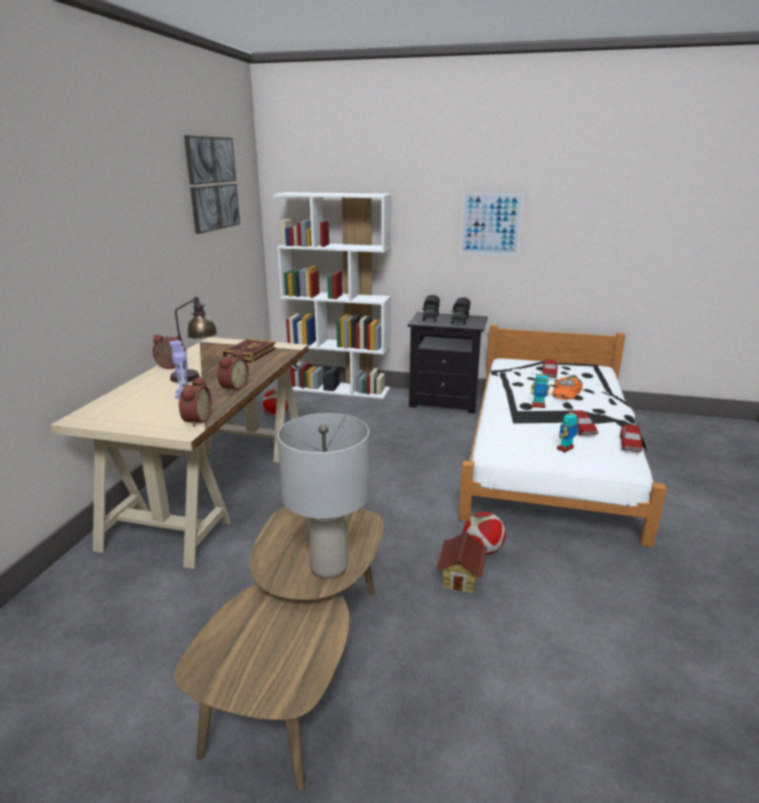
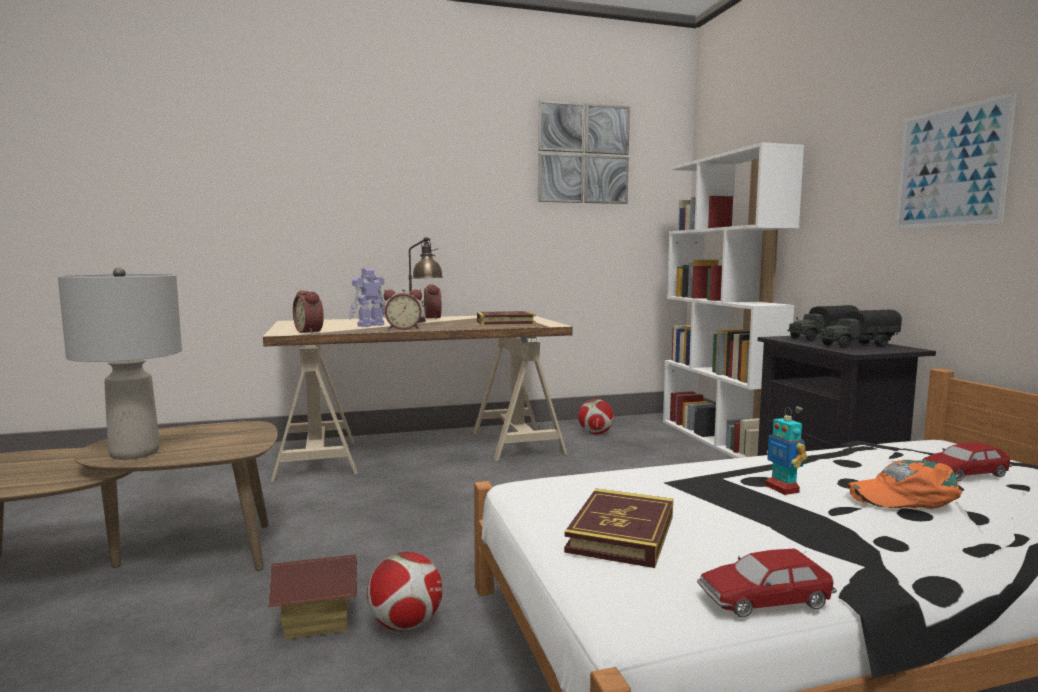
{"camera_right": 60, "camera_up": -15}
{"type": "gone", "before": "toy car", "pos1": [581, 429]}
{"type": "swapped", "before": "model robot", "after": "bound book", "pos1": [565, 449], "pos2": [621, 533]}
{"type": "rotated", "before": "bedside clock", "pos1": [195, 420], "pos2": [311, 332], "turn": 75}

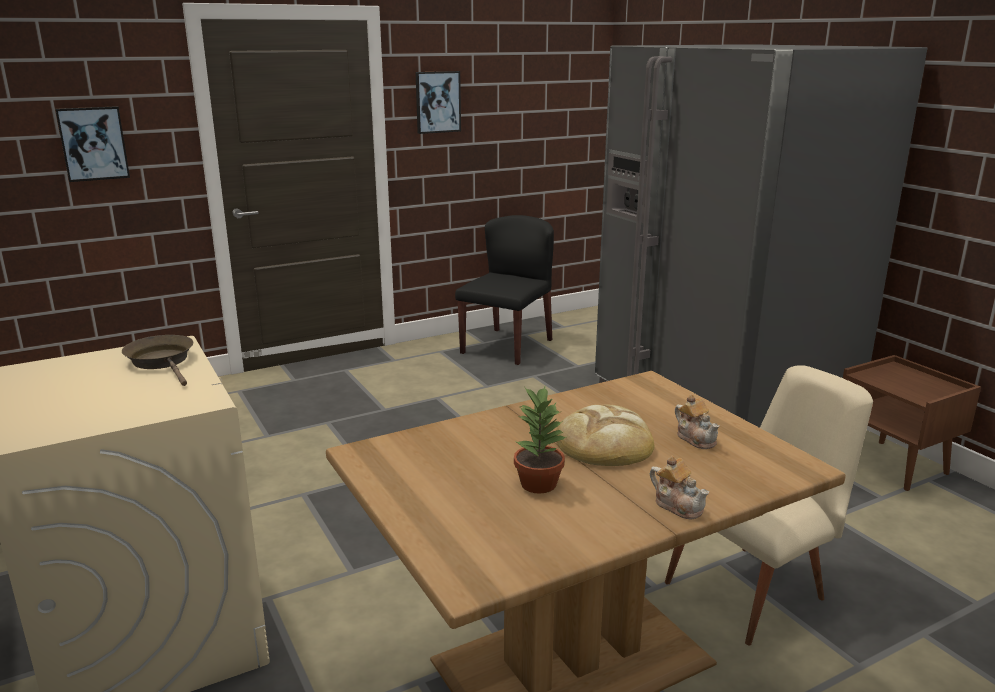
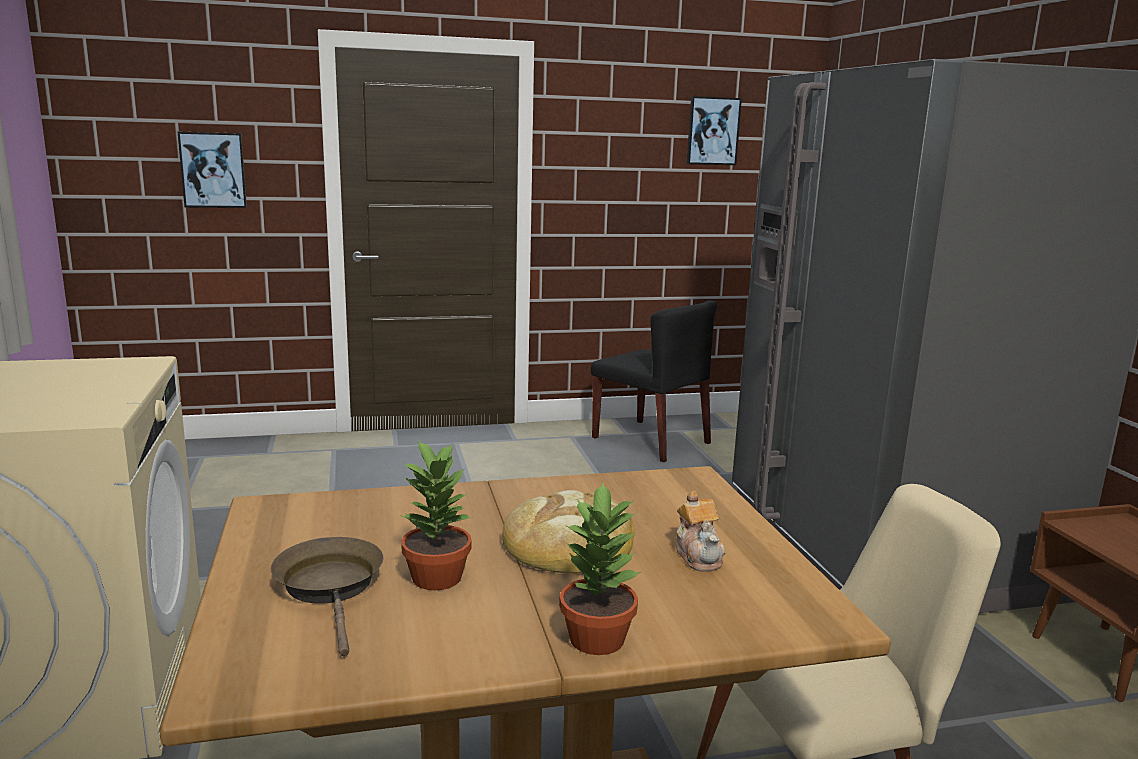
{"camera_right": 15, "camera_up": -5}
{"type": "shifted", "before": "brownish frying pan", "pos1": [162, 361], "pos2": [331, 588]}
{"type": "shifted", "before": "wall art", "pos1": [437, 102], "pos2": [713, 131]}
{"type": "swapped", "before": "pot for tea", "after": "plant in a pot", "pos1": [678, 505], "pos2": [598, 638]}
{"type": "rotated", "before": "black upright chair", "pos1": [507, 346], "pos2": [652, 440], "turn": 90}

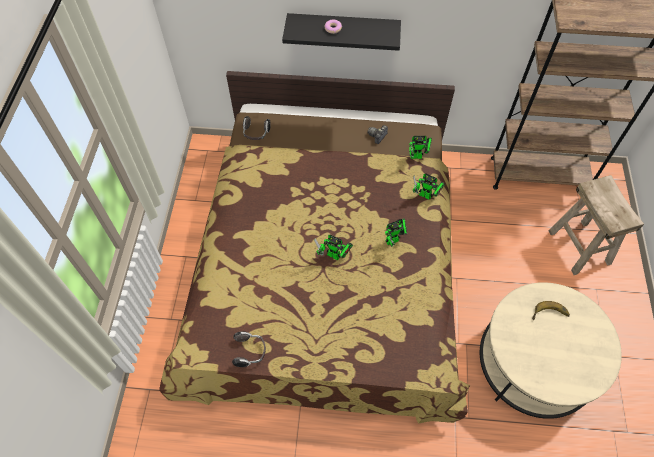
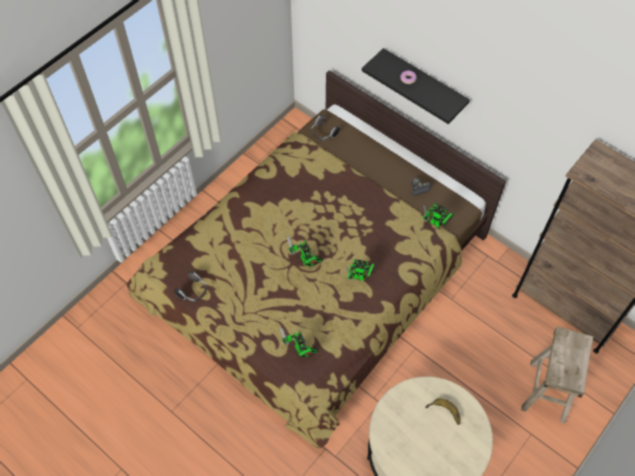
{"camera_right": 35, "camera_up": 0}
{"type": "shifted", "before": "model robot", "pos1": [427, 196], "pos2": [301, 352]}

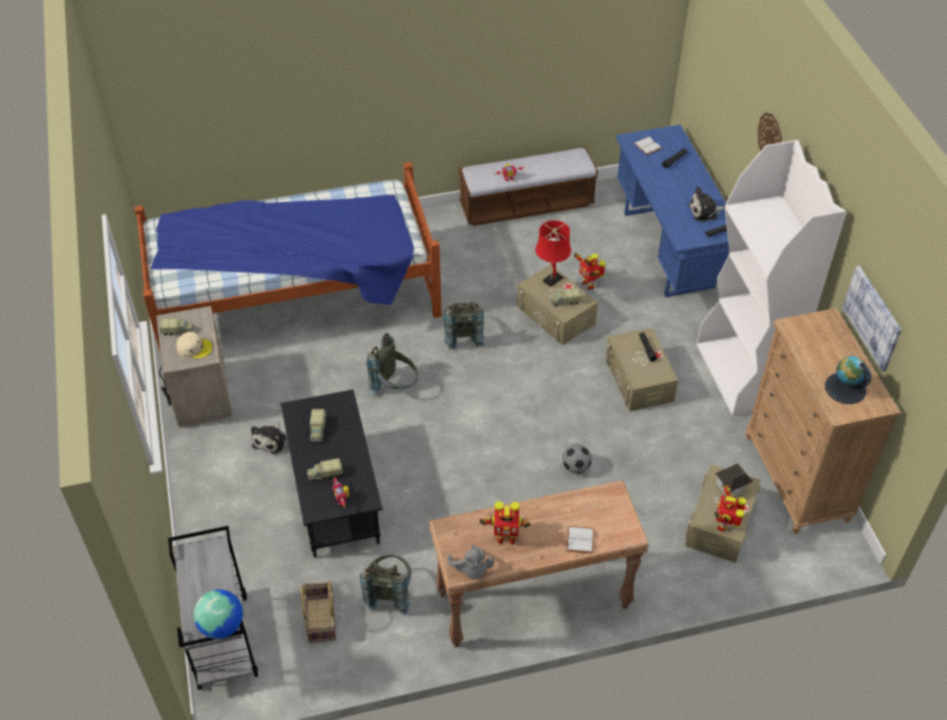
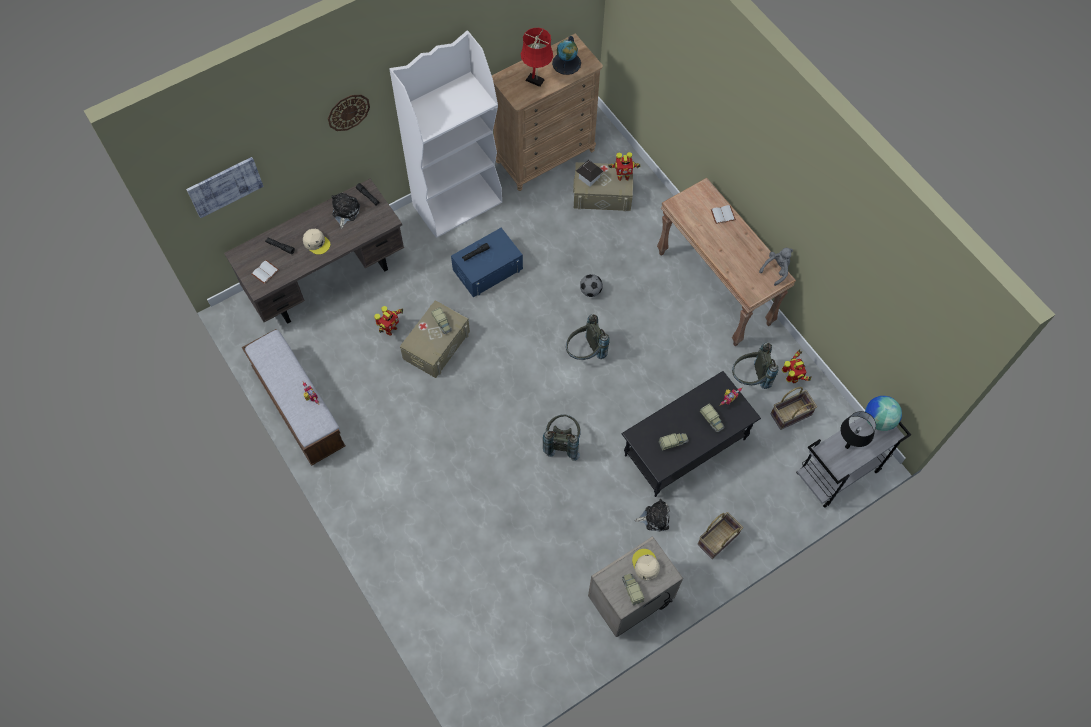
{"camera_right": -110, "camera_up": 15}
{"type": "gone", "before": "sleeping bed", "pos1": [296, 298]}
{"type": "new", "after": "beige-coloured cap", "pos2": [316, 243]}
{"type": "new", "after": "basket", "pos2": [718, 540]}
{"type": "new", "after": "black table lamp", "pos2": [847, 447]}
{"type": "shifted", "before": "greyish knapsack", "pos1": [462, 336], "pos2": [585, 352]}
{"type": "shifted", "before": "model robot", "pos1": [505, 538], "pos2": [792, 378]}
{"type": "shifted", "before": "red table lamp", "pos1": [551, 280], "pos2": [536, 81]}
{"type": "shifted", "before": "wall art", "pos1": [873, 318], "pos2": [225, 186]}
{"type": "repainted", "before": "beige-coloured storage container", "after": "blue-coloured storage container", "pos1": [639, 380], "pos2": [487, 269]}
{"type": "repainted", "before": "blue-coloured desk unit", "after": "brownish desk unit", "pos1": [669, 250], "pos2": [327, 278]}
{"type": "rotated", "before": "soft toy", "pos1": [705, 211], "pos2": [345, 212], "turn": -135}

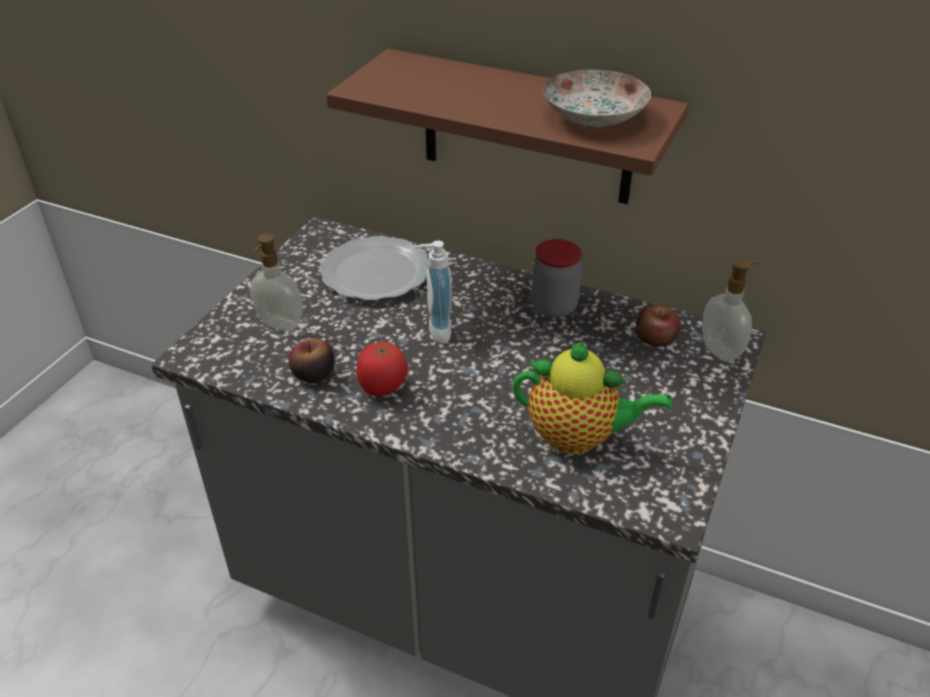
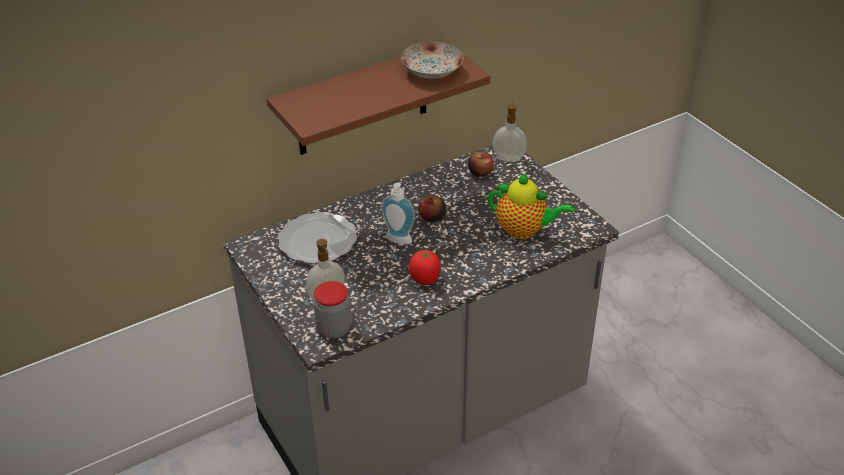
{"camera_right": -55, "camera_up": 0}
{"type": "shifted", "before": "apple fruit", "pos1": [313, 374], "pos2": [432, 217]}
{"type": "shifted", "before": "jar", "pos1": [554, 307], "pos2": [334, 329]}
{"type": "rotated", "before": "pot for tea", "pos1": [578, 437], "pos2": [524, 230], "turn": 60}

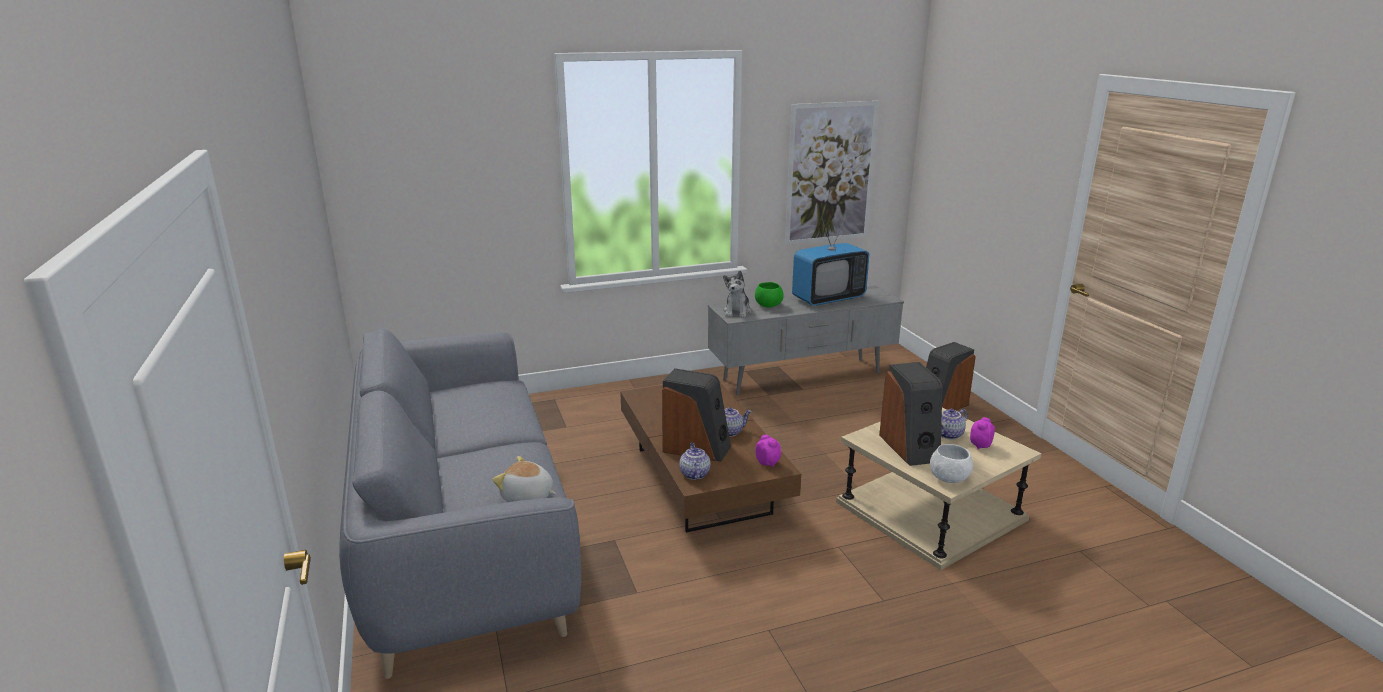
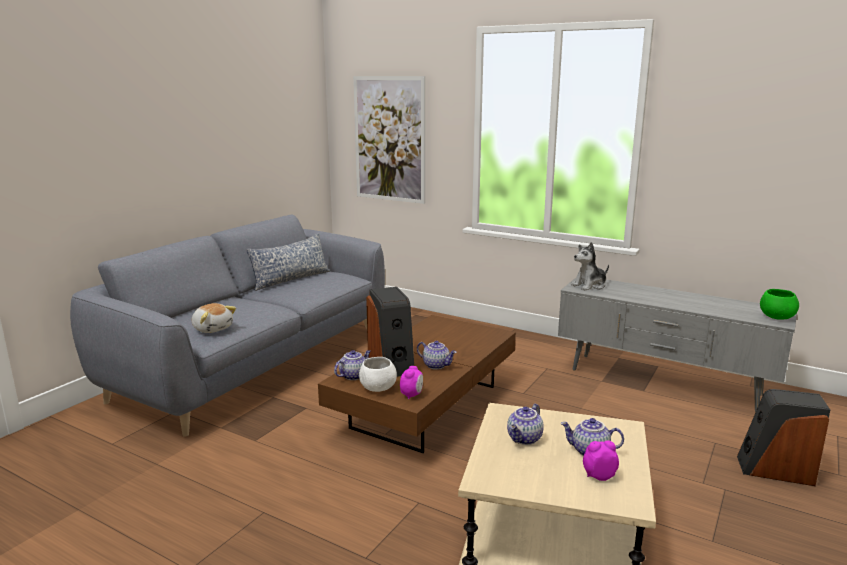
{"camera_right": 50, "camera_up": -5}
{"type": "gone", "before": "TV set", "pos1": [828, 299]}
{"type": "new", "after": "throw pillow", "pos2": [290, 279]}
{"type": "shifted", "before": "greenish bowl", "pos1": [768, 305], "pos2": [776, 317]}
{"type": "shifted", "before": "wall art", "pos1": [830, 173], "pos2": [389, 139]}
{"type": "shifted", "before": "whitish bowl", "pos1": [948, 478], "pos2": [377, 388]}
{"type": "swapped", "before": "speaker", "after": "pot for tea", "pos1": [910, 447], "pos2": [525, 439]}
{"type": "rotated", "before": "soft toy", "pos1": [527, 497], "pos2": [213, 328], "turn": 150}

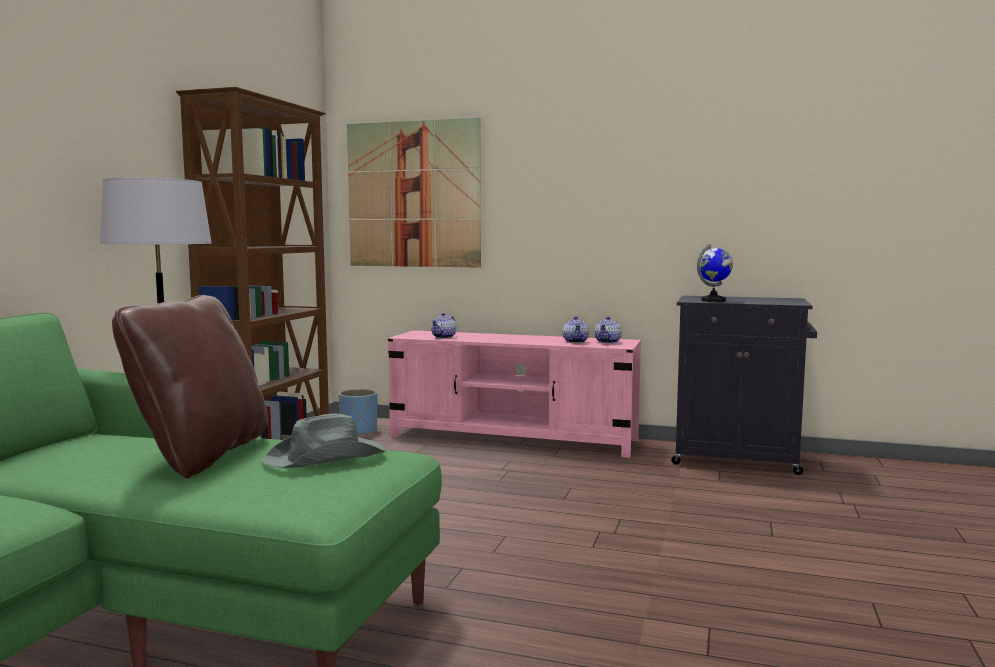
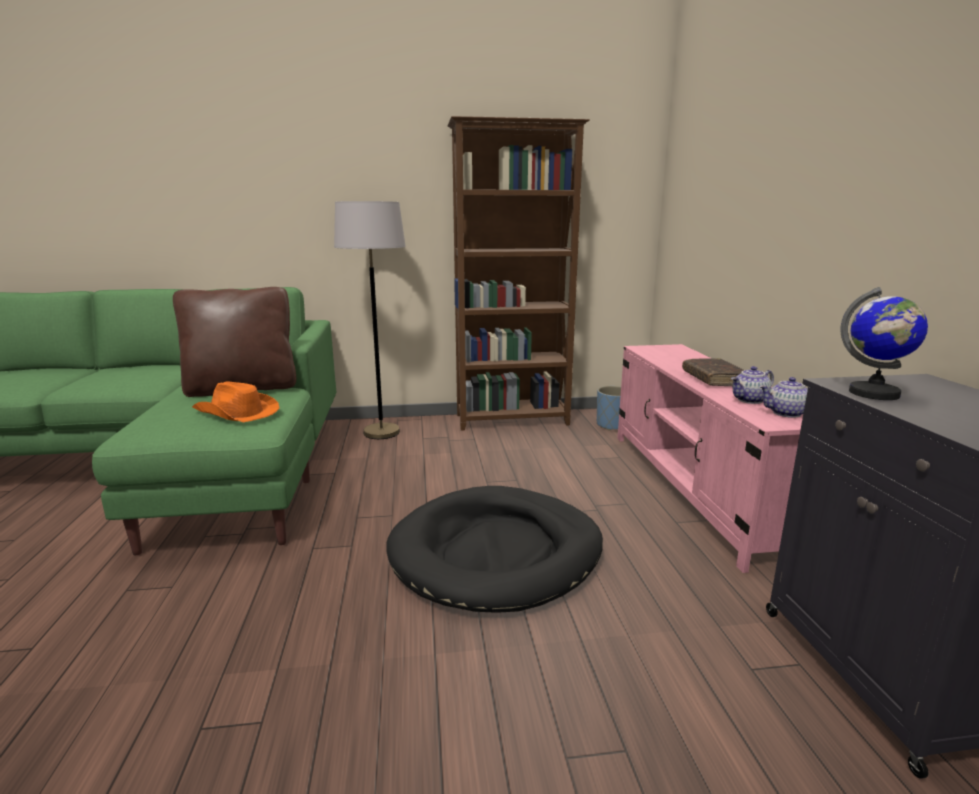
{"camera_right": 65, "camera_up": 10}
{"type": "gone", "before": "wall art", "pos1": [413, 194]}
{"type": "gone", "before": "pot for tea", "pos1": [444, 337]}
{"type": "new", "after": "black pet bed", "pos2": [497, 552]}
{"type": "new", "after": "brownish bound book", "pos2": [713, 379]}
{"type": "repainted", "before": "greyish hat", "after": "orangey hat", "pos1": [326, 458], "pos2": [236, 413]}

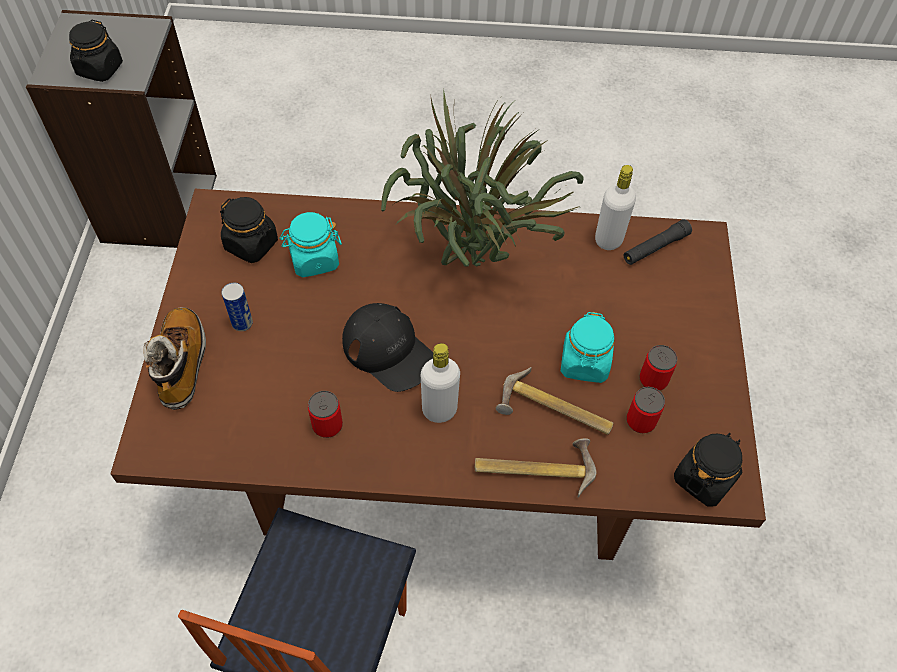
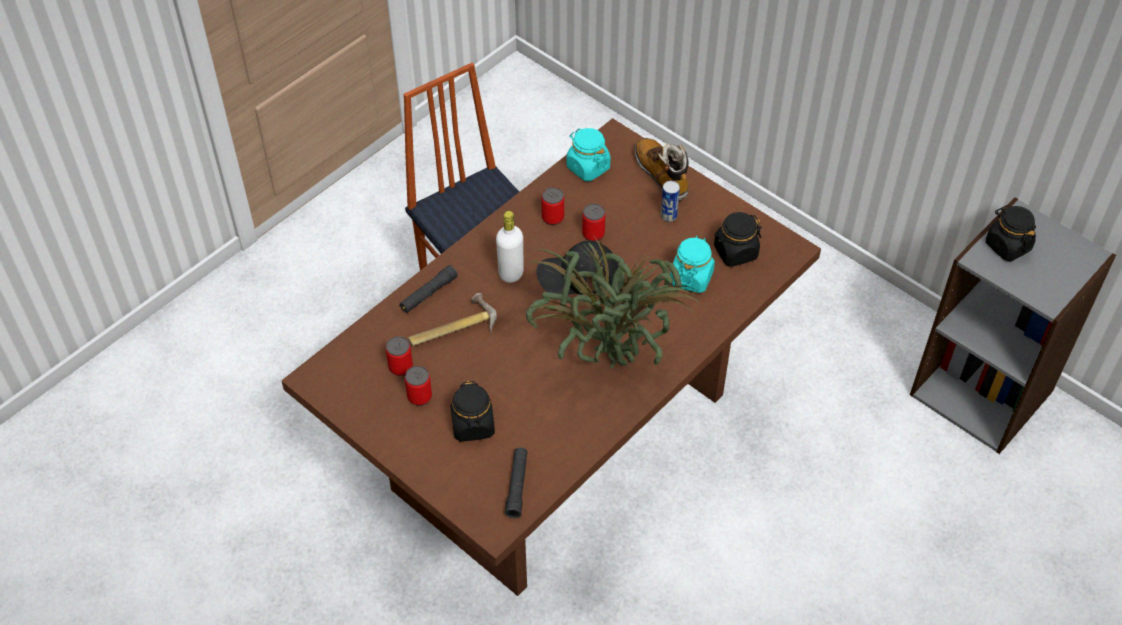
{"camera_right": 130, "camera_up": -5}
{"type": "gone", "before": "whitish beverage bottle", "pos1": [608, 240]}
{"type": "new", "after": "metal can", "pos2": [593, 234]}
{"type": "shifted", "before": "blue-green jar", "pos1": [584, 363], "pos2": [588, 167]}
{"type": "shifted", "before": "black jar", "pos1": [704, 478], "pos2": [473, 425]}
{"type": "swapped", "before": "hand hammer", "after": "black hand torch", "pos1": [534, 467], "pos2": [428, 294]}
{"type": "rotated", "before": "tall boot", "pos1": [182, 364], "pos2": [661, 175], "turn": -150}

